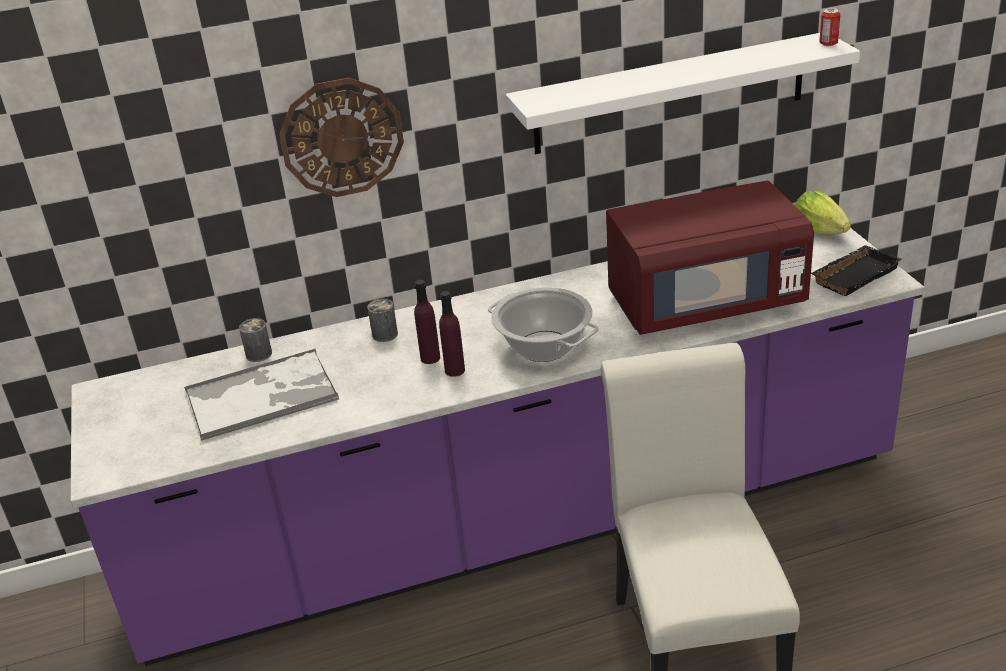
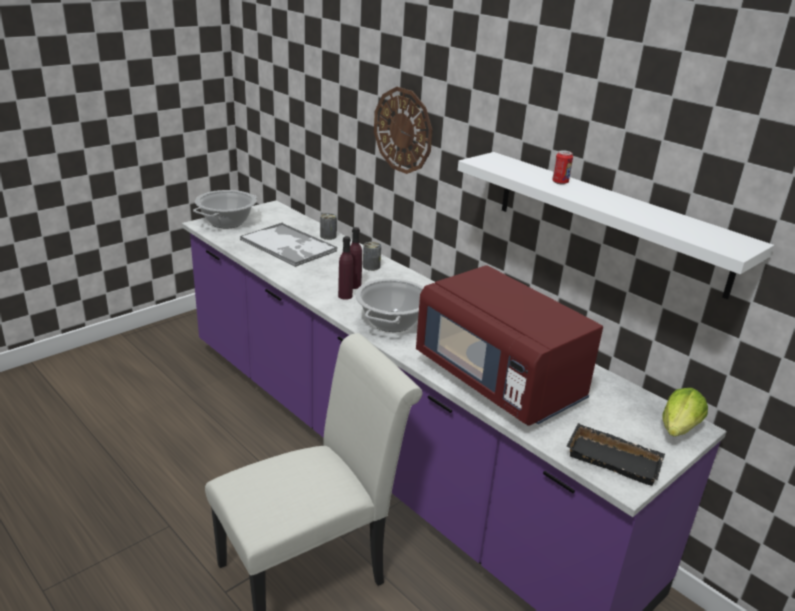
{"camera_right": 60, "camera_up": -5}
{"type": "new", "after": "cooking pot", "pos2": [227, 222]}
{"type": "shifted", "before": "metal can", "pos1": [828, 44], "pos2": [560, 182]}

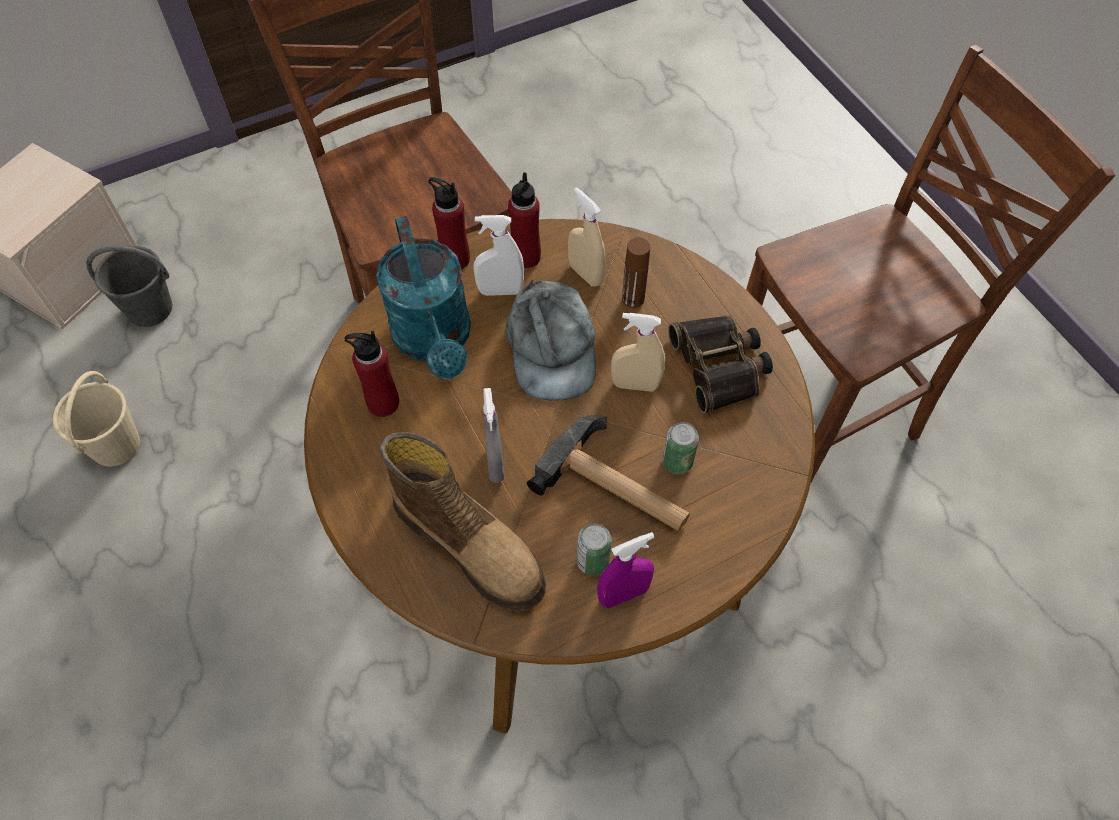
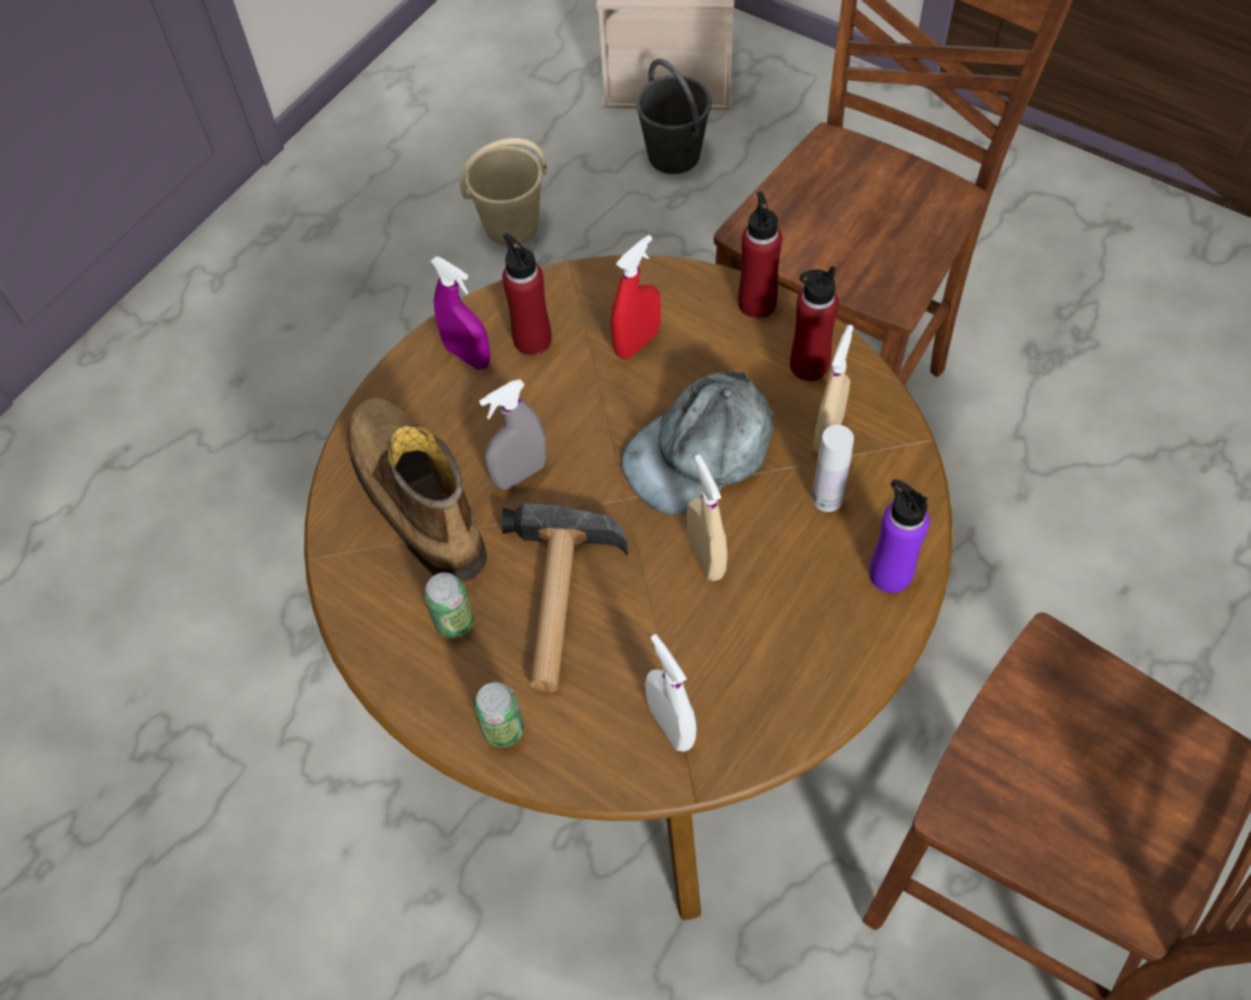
{"camera_right": 65, "camera_up": 0}
{"type": "gone", "before": "pair of binoculars", "pos1": [720, 366]}
{"type": "new", "after": "purple-coloured beverage bottle", "pos2": [890, 574]}
{"type": "shifted", "before": "whitish hand sprayer", "pos1": [500, 291], "pos2": [671, 725]}
{"type": "shifted", "before": "purple-coloured hand sprayer", "pos1": [623, 594], "pos2": [468, 356]}
{"type": "shifted", "before": "metal can", "pos1": [677, 462], "pos2": [503, 729]}
{"type": "swapped", "before": "blue-green watering pot", "after": "red hand sprayer", "pos1": [435, 341], "pos2": [637, 343]}
{"type": "repainted", "before": "brownish beverage bottle", "after": "whitish beverage bottle", "pos1": [633, 299], "pos2": [827, 498]}
{"type": "rotated", "before": "tall boot", "pos1": [470, 544], "pos2": [414, 500], "turn": 135}

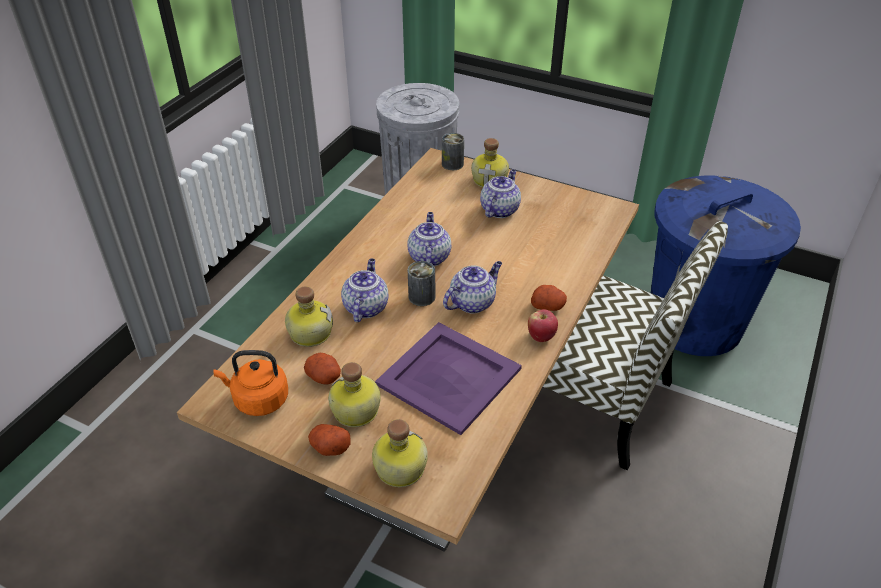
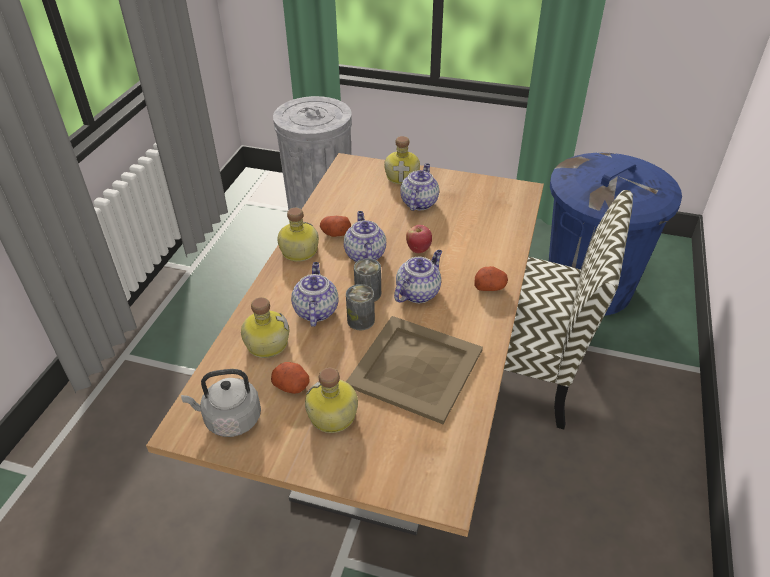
{"camera_right": -10, "camera_up": 0}
{"type": "shifted", "before": "potato", "pos1": [329, 447], "pos2": [335, 233]}
{"type": "shifted", "before": "beverage bottle", "pos1": [398, 468], "pos2": [298, 251]}
{"type": "shifted", "before": "metal can", "pos1": [452, 164], "pos2": [361, 320]}
{"type": "shifted", "before": "apple fruit", "pos1": [541, 337], "pos2": [418, 249]}
{"type": "repainted", "before": "orangey tea kettle", "after": "greyish tea kettle", "pos1": [258, 400], "pos2": [230, 419]}
{"type": "repainted", "before": "purple-coloured serving tray", "after": "beige-coloured serving tray", "pos1": [447, 377], "pos2": [414, 368]}

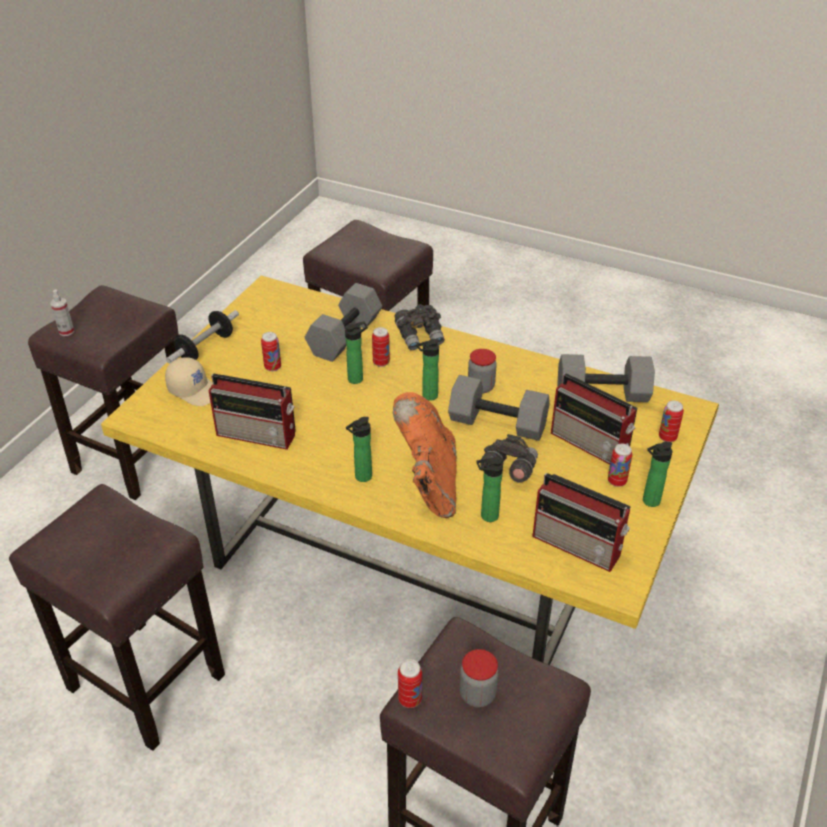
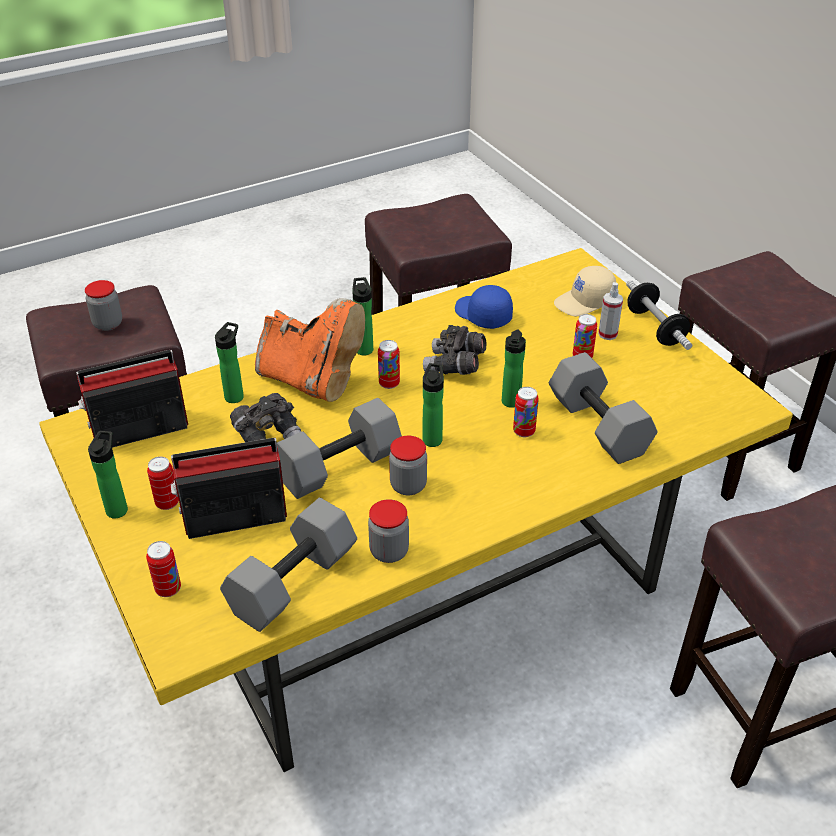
{"camera_right": 125, "camera_up": 0}
{"type": "new", "after": "jar", "pos2": [389, 551]}
{"type": "shifted", "before": "hand sprayer", "pos1": [66, 331], "pos2": [607, 334]}
{"type": "shifted", "before": "greyish pair of binoculars", "pos1": [420, 336], "pos2": [454, 366]}
{"type": "shifted", "before": "metal can", "pos1": [410, 699], "pos2": [389, 383]}
{"type": "swapped", "before": "radio", "after": "blue-coloured cap", "pos1": [258, 435], "pos2": [482, 315]}

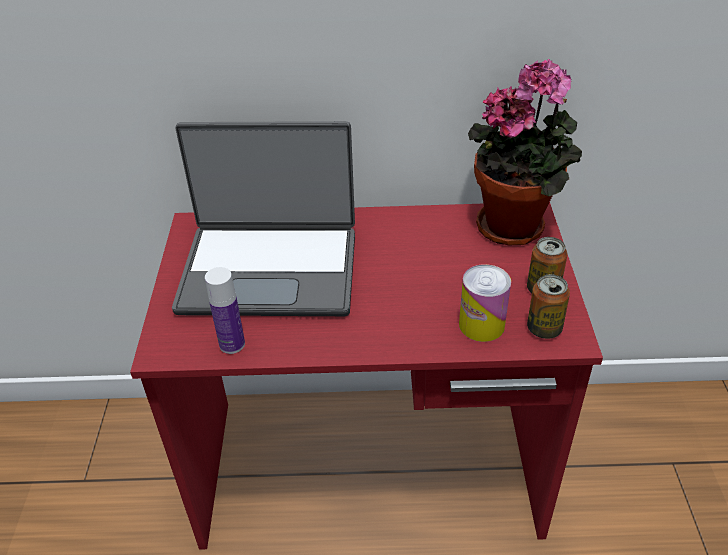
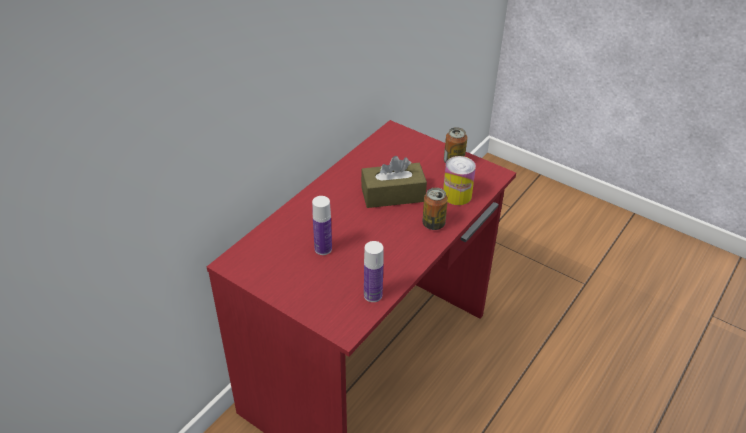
{"camera_right": -55, "camera_up": 0}
{"type": "gone", "before": "plant in a pot", "pos1": [516, 225]}
{"type": "new", "after": "brownish tissue box", "pos2": [393, 195]}
{"type": "shifted", "before": "metal can", "pos1": [544, 328], "pos2": [433, 224]}
{"type": "swapped", "before": "notebook computer", "after": "beverage bottle", "pos1": [270, 269], "pos2": [323, 249]}

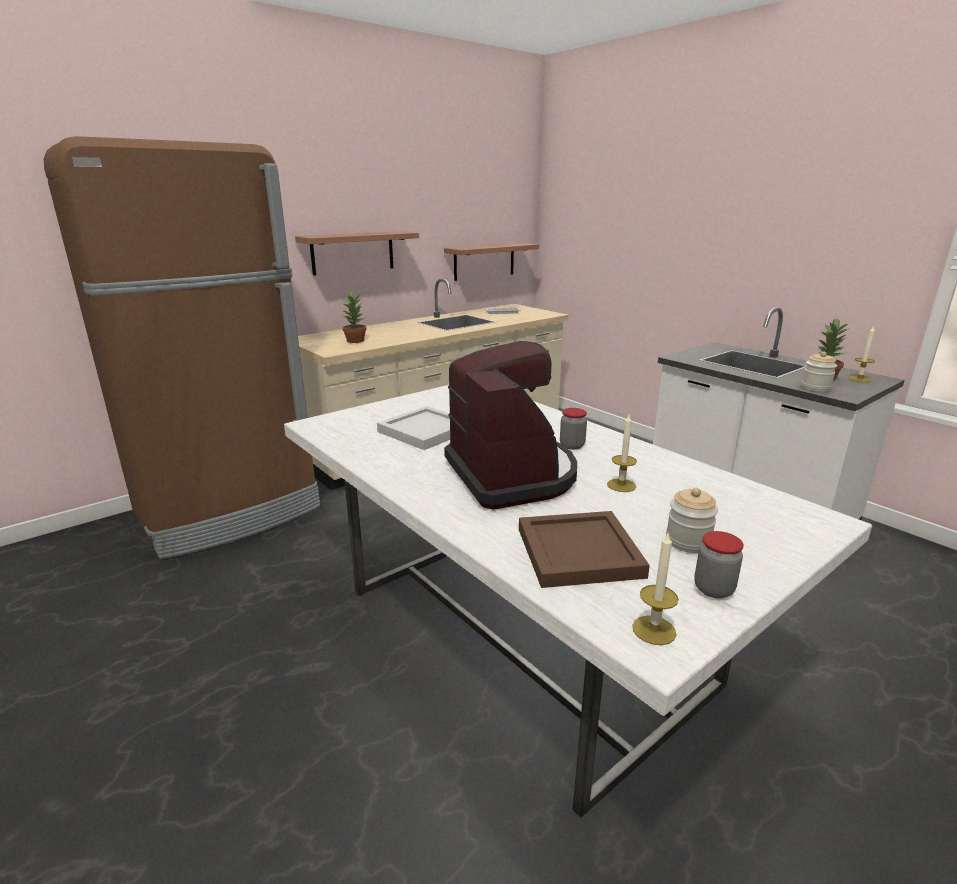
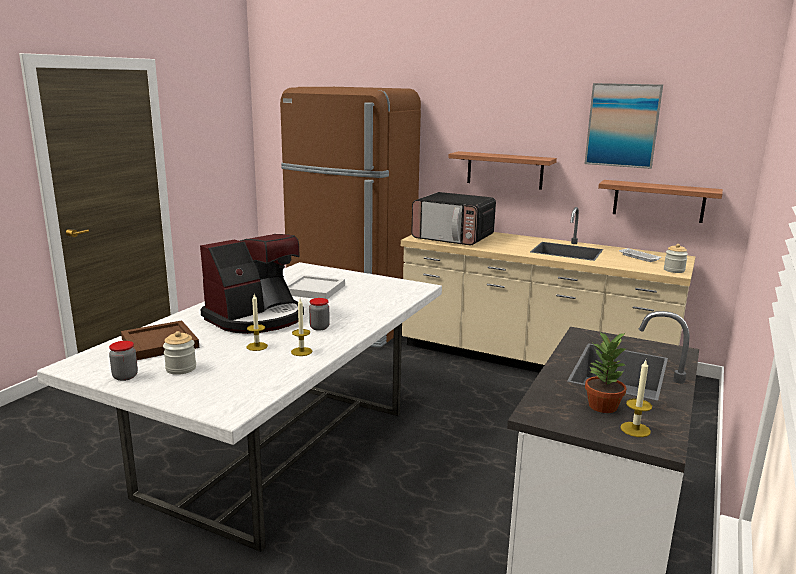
{"camera_right": 65, "camera_up": -5}
{"type": "new", "after": "wall art", "pos2": [622, 125]}
{"type": "shifted", "before": "wax candle", "pos1": [654, 630], "pos2": [301, 351]}
{"type": "shifted", "before": "jar", "pos1": [815, 387], "pos2": [674, 270]}
{"type": "swapped", "before": "plant in a pot", "after": "kitchen microwave", "pos1": [356, 341], "pos2": [453, 238]}

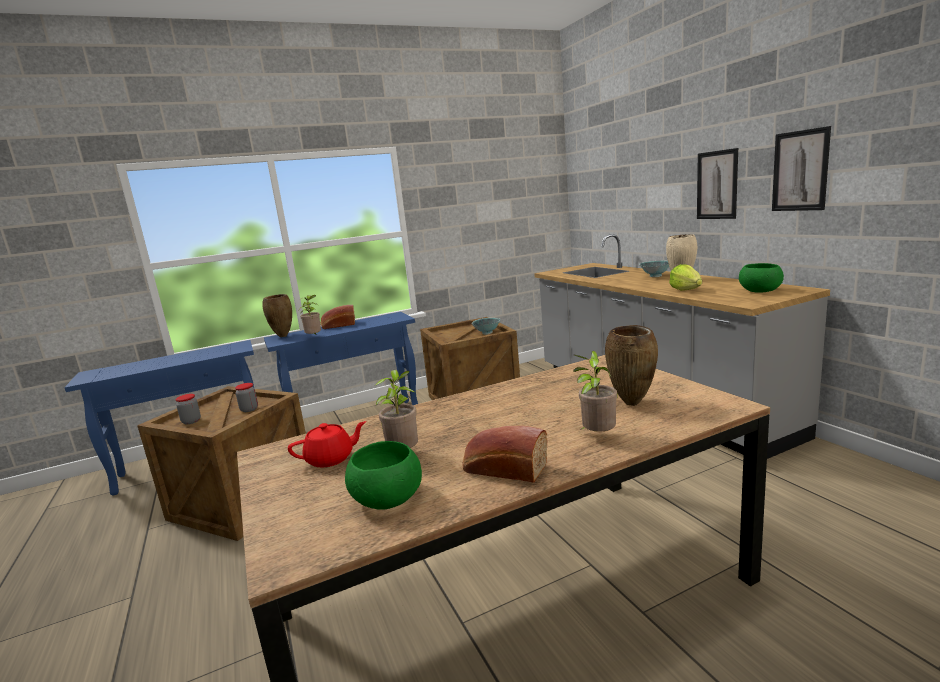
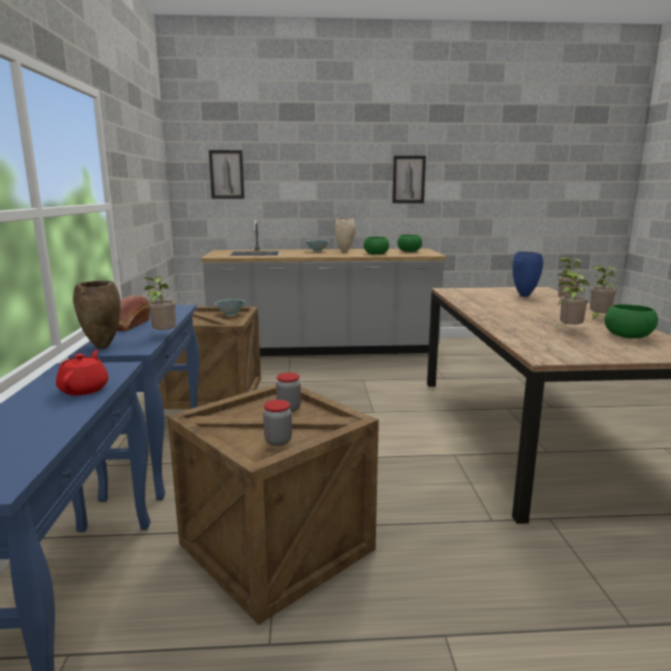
{"camera_right": -70, "camera_up": 0}
{"type": "shifted", "before": "red pot for tea", "pos1": [331, 459], "pos2": [85, 389]}
{"type": "shifted", "before": "wall art", "pos1": [717, 185], "pos2": [226, 174]}
{"type": "swapped", "before": "bread", "after": "plant in a pot", "pos1": [503, 469], "pos2": [598, 318]}
{"type": "swapped", "before": "lettuce", "after": "greenish bowl", "pos1": [686, 290], "pos2": [376, 254]}
{"type": "repainted", "before": "brownish vase", "after": "blue-coloured vase", "pos1": [633, 403], "pos2": [525, 296]}

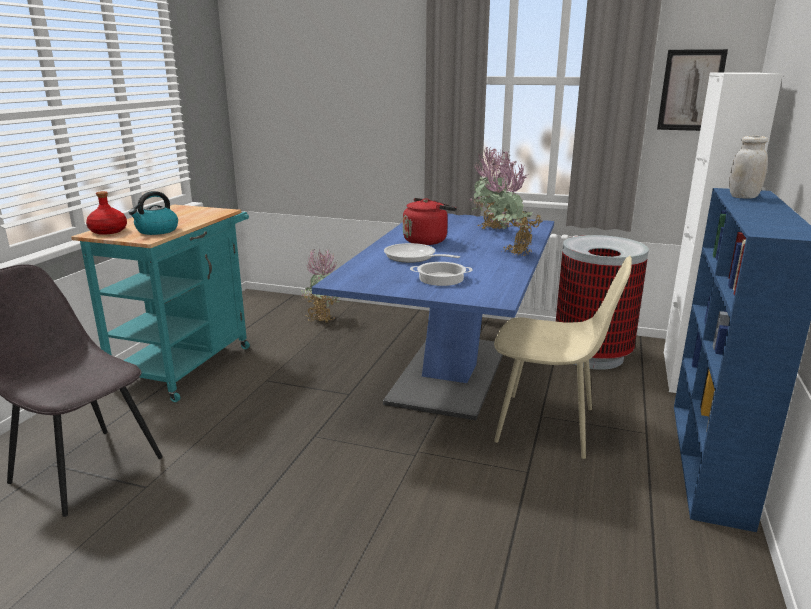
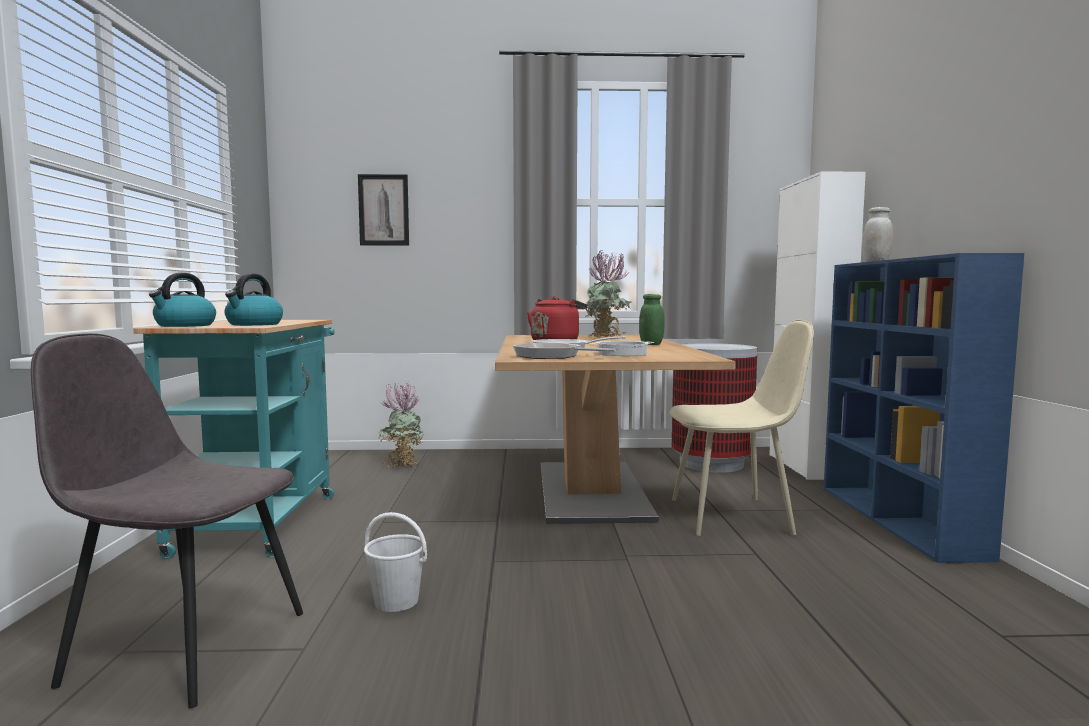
{"camera_right": -20, "camera_up": -15}
{"type": "new", "after": "whitish bucket", "pos2": [397, 601]}
{"type": "new", "after": "frying pan", "pos2": [552, 356]}
{"type": "shifted", "before": "wall art", "pos1": [691, 90], "pos2": [383, 210]}
{"type": "swapped", "before": "red beverage bottle", "after": "tea kettle", "pos1": [109, 231], "pos2": [184, 325]}
{"type": "swapped", "before": "plant in a pot", "after": "greenish jar", "pos1": [507, 253], "pos2": [651, 344]}
{"type": "repainted", "before": "blue-coloured dinner table", "after": "brownish dinner table", "pos1": [450, 373], "pos2": [591, 491]}

